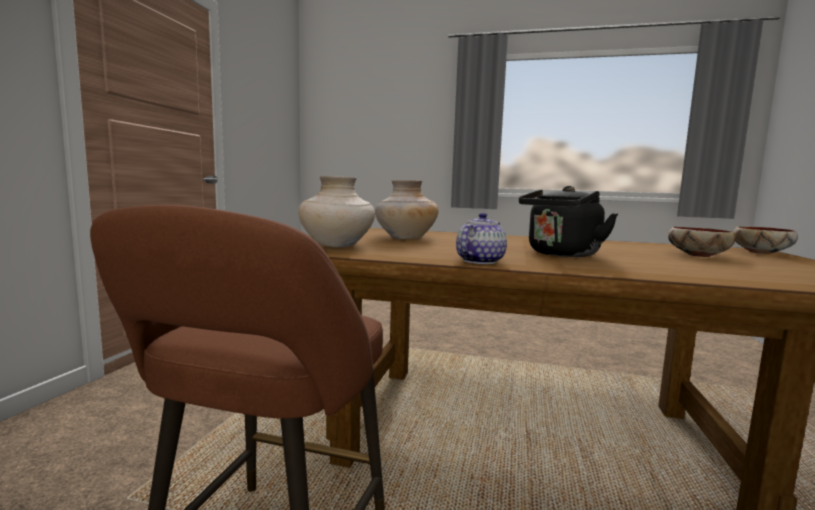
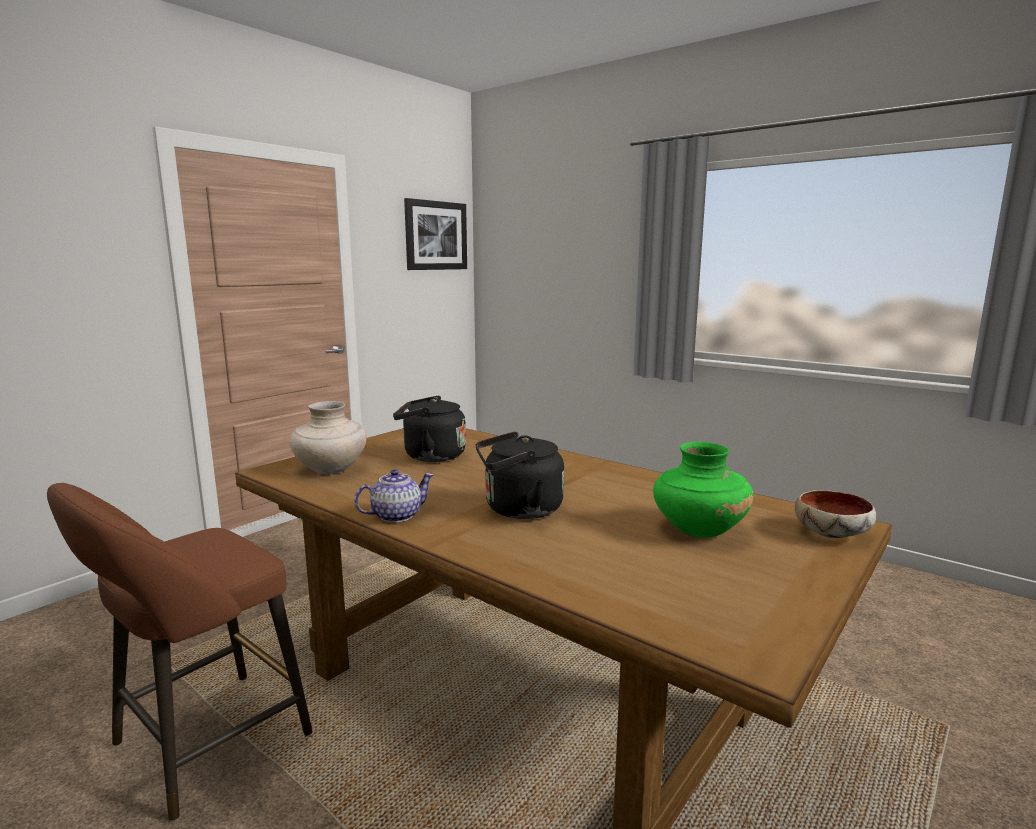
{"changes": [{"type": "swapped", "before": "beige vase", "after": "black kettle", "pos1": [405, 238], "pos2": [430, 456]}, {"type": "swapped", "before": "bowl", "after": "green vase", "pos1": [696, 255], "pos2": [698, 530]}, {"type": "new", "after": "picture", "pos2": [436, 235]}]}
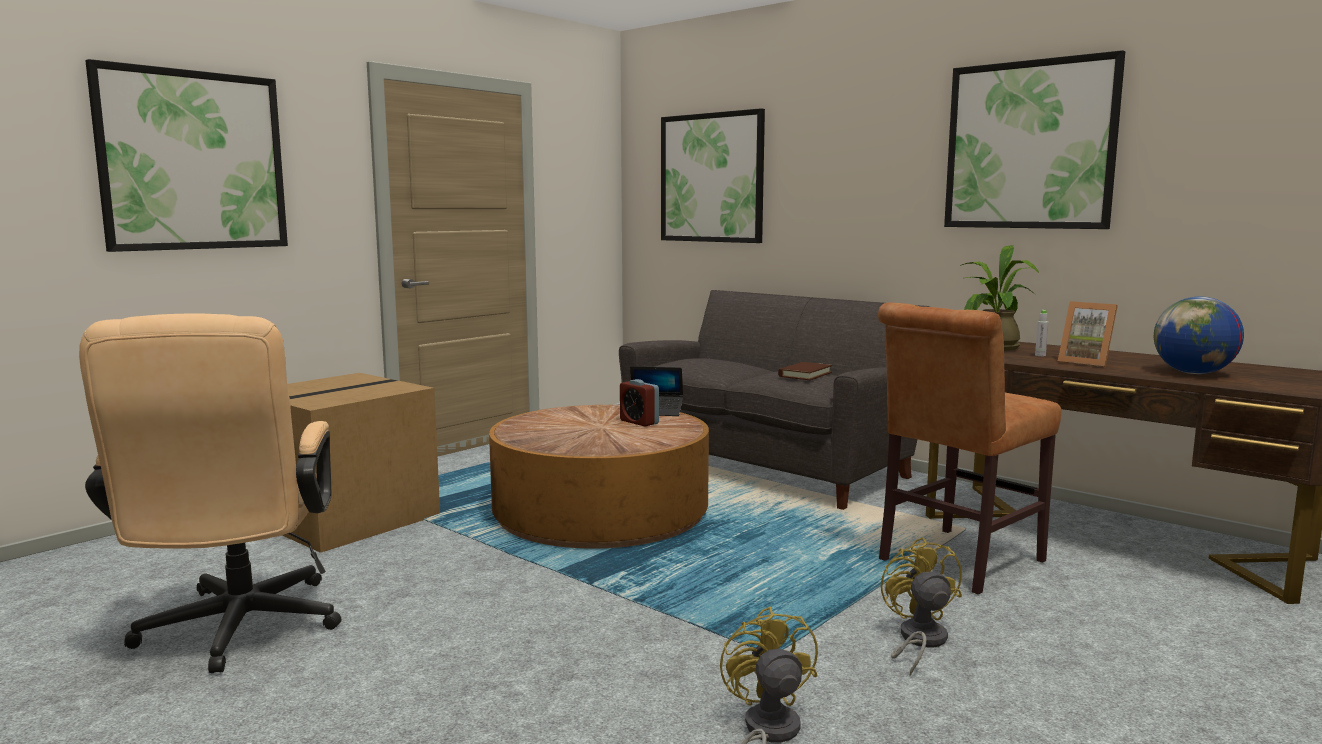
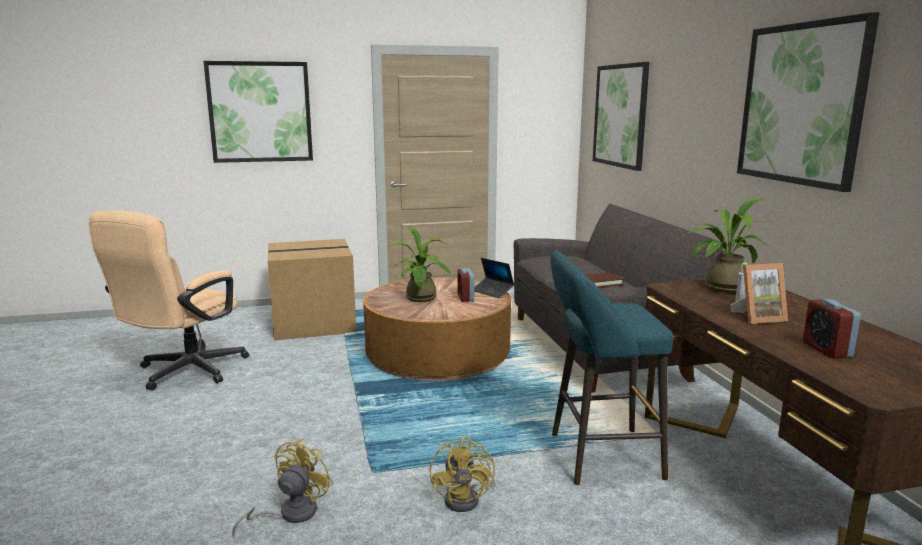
{"changes": [{"type": "swapped", "before": "globe", "after": "alarm clock", "pos1": [1193, 373], "pos2": [827, 350]}, {"type": "rotated", "before": "picture frame", "pos1": [1086, 362], "pos2": [758, 318], "turn": -90}, {"type": "swapped", "before": "brown chair", "after": "turquoise stool", "pos1": [955, 563], "pos2": [598, 456]}, {"type": "rotated", "before": "yellow fan", "pos1": [918, 641], "pos2": [467, 499], "turn": 150}, {"type": "new", "after": "potted plant", "pos2": [421, 299]}]}
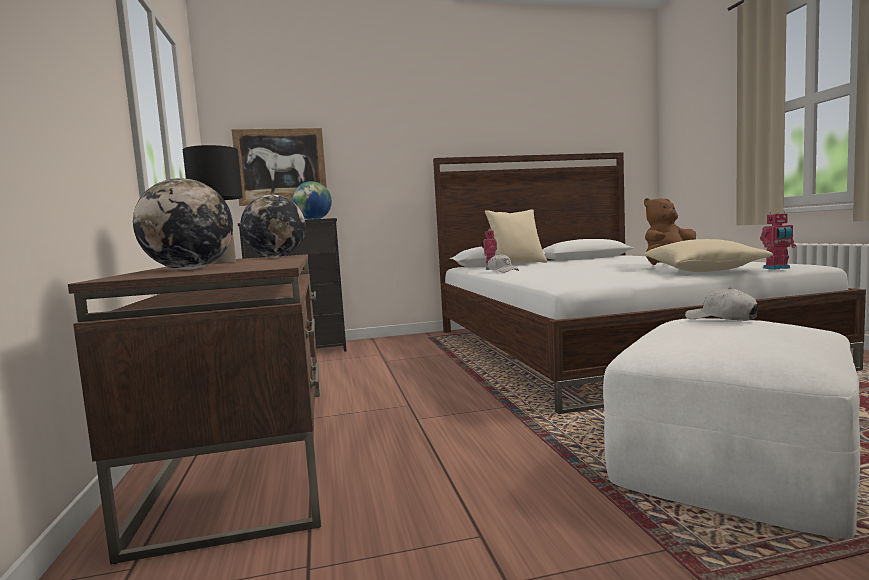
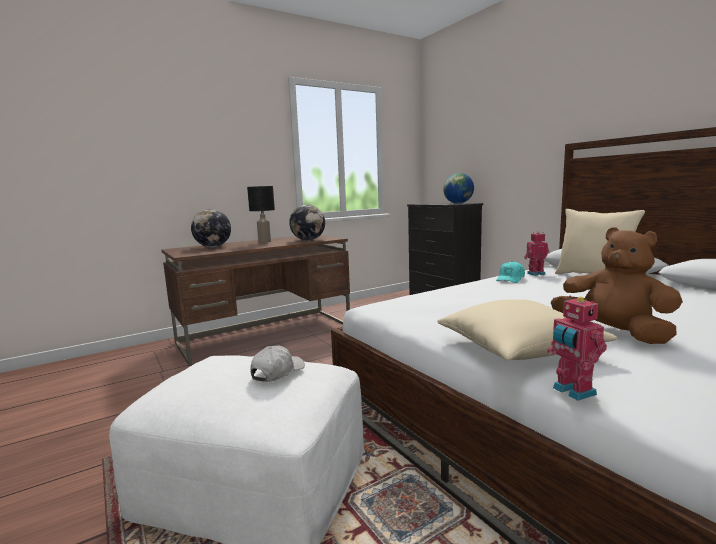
{"changes": [{"type": "gone", "before": "picture", "pos1": [281, 166]}, {"type": "repainted", "before": "white cap", "after": "turquoise cap", "pos1": [502, 271], "pos2": [510, 279]}]}
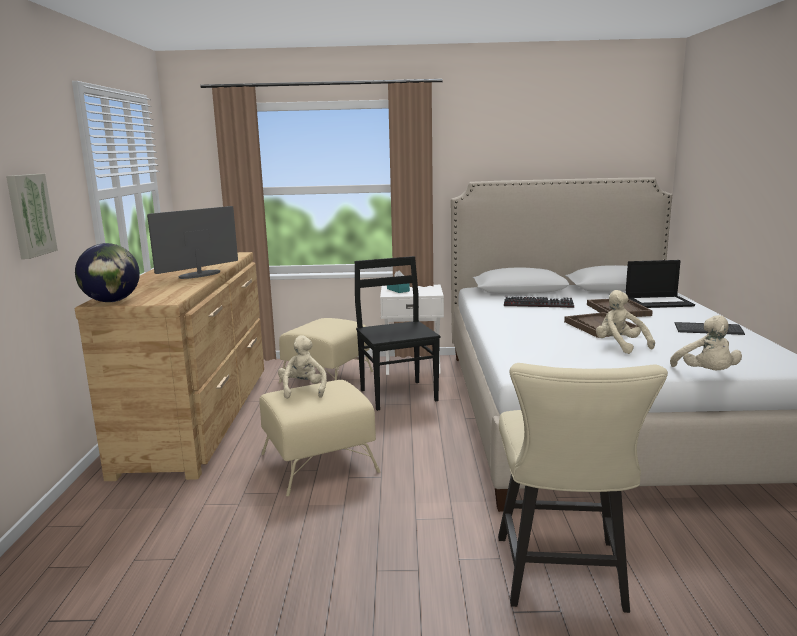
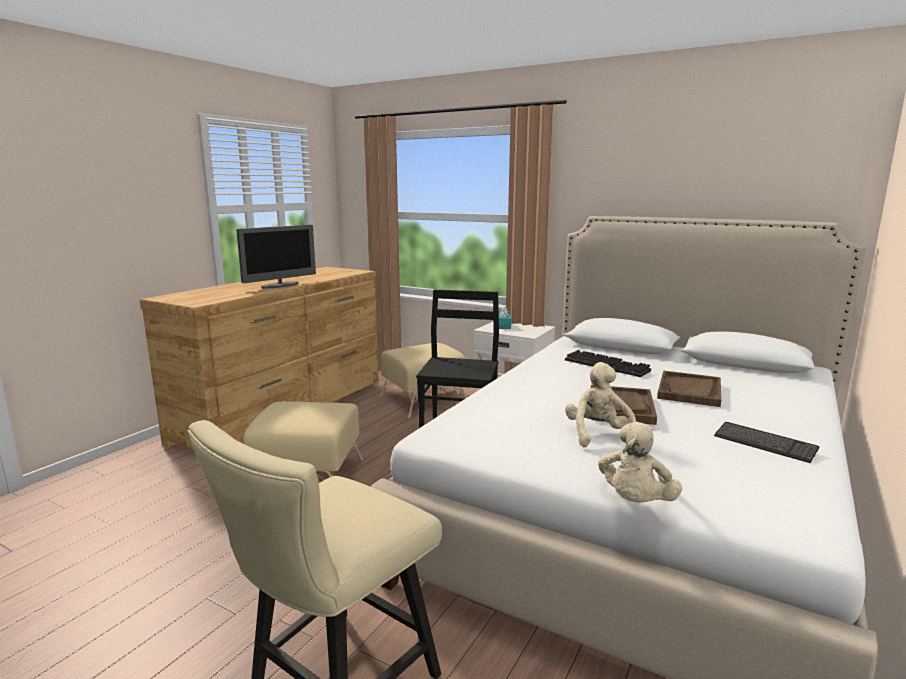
{"changes": [{"type": "gone", "before": "picture", "pos1": [29, 215]}, {"type": "rotated", "before": "monitor", "pos1": [199, 275], "pos2": [280, 285], "turn": 150}, {"type": "gone", "before": "globe", "pos1": [112, 301]}, {"type": "gone", "before": "laptop", "pos1": [659, 302]}, {"type": "gone", "before": "beige plush toy", "pos1": [303, 390]}]}
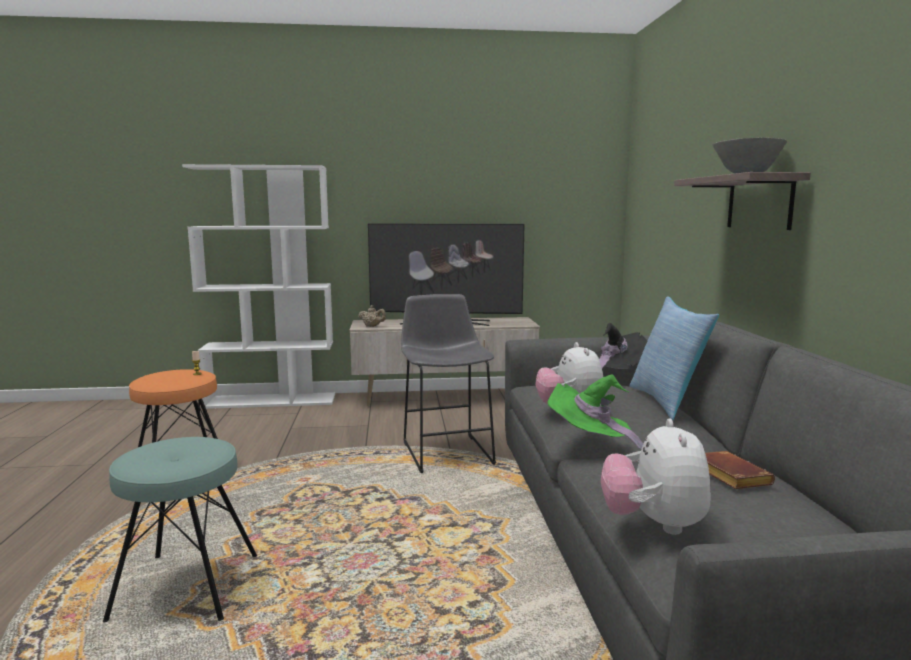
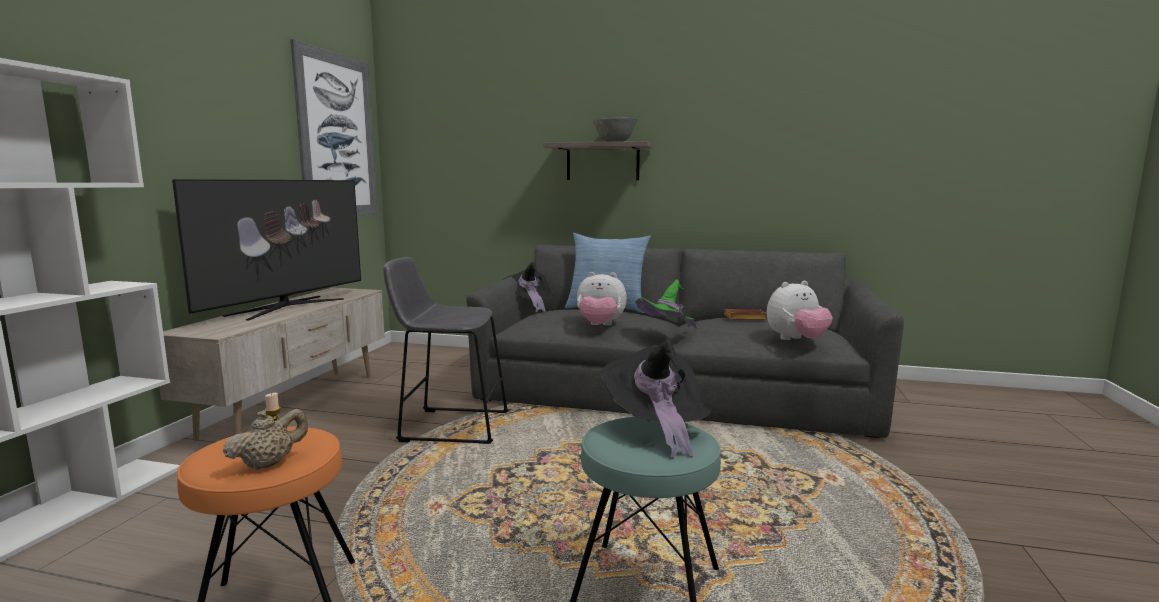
{"changes": [{"type": "shifted", "before": "beige teapot", "pos1": [372, 326], "pos2": [269, 463]}, {"type": "rotated", "before": "plush toy", "pos1": [653, 524], "pos2": [796, 340], "turn": -45}, {"type": "new", "after": "picture", "pos2": [337, 136]}, {"type": "new", "after": "black hat", "pos2": [656, 427]}]}
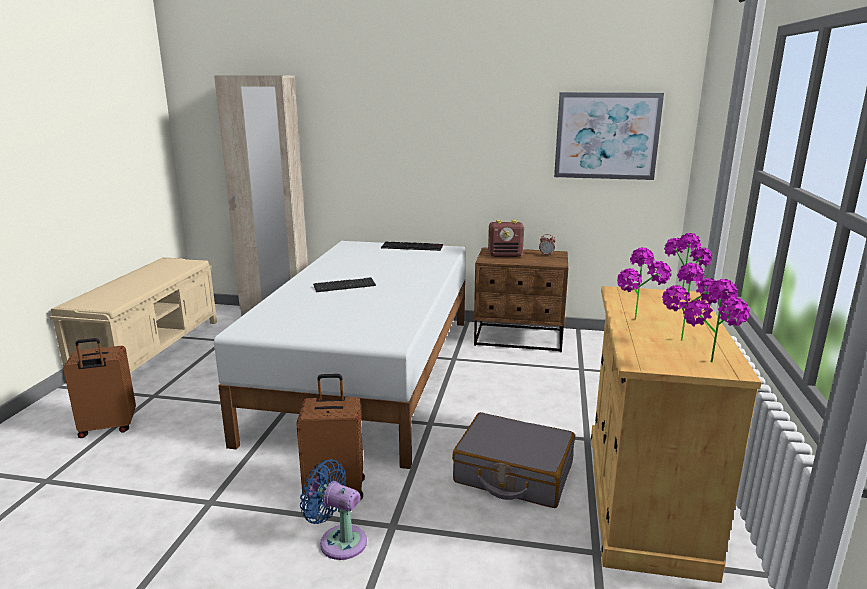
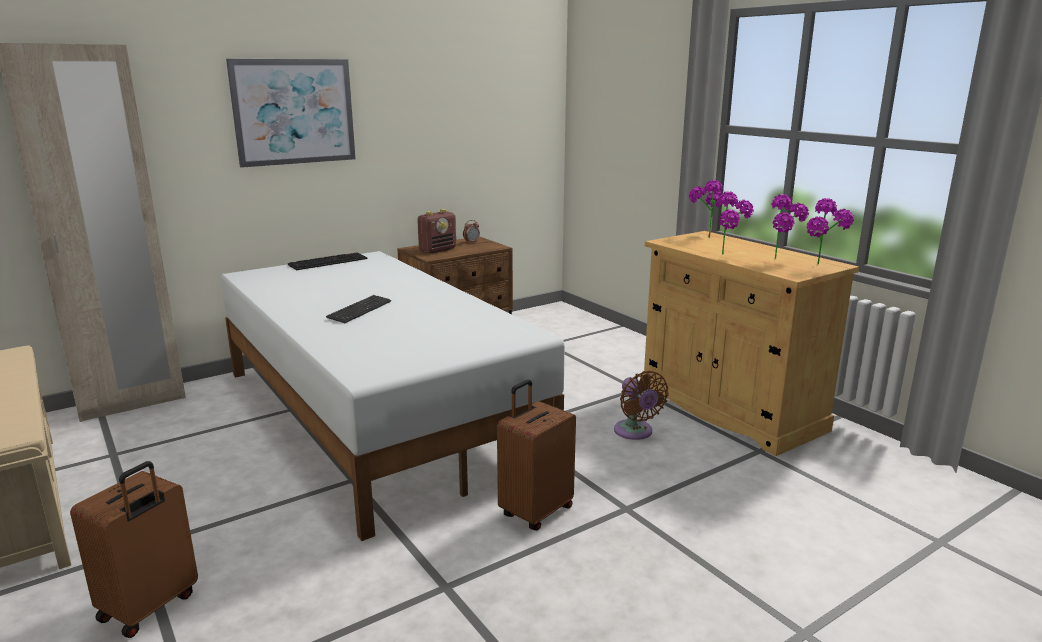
{"changes": [{"type": "shifted", "before": "picture", "pos1": [606, 136], "pos2": [294, 112]}, {"type": "swapped", "before": "grey suitcase", "after": "brown fan", "pos1": [513, 473], "pos2": [635, 432]}, {"type": "gone", "before": "blue fan", "pos1": [338, 541]}]}
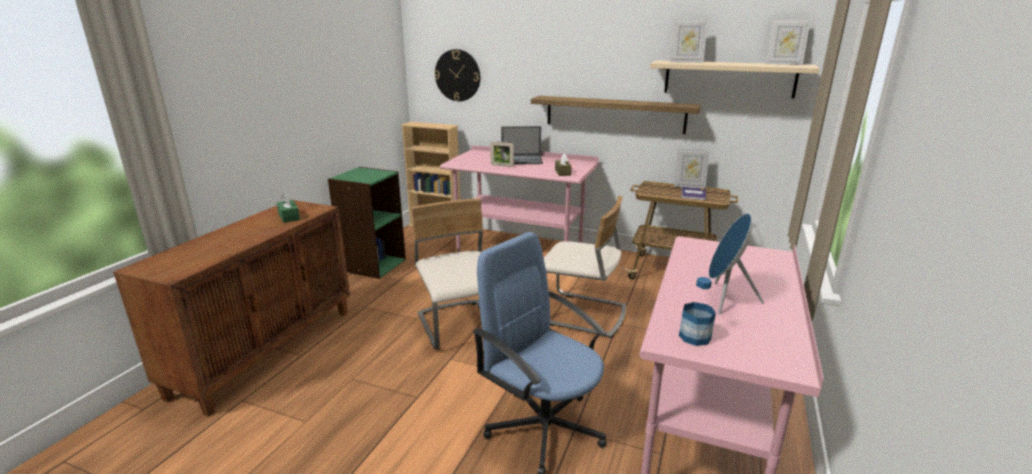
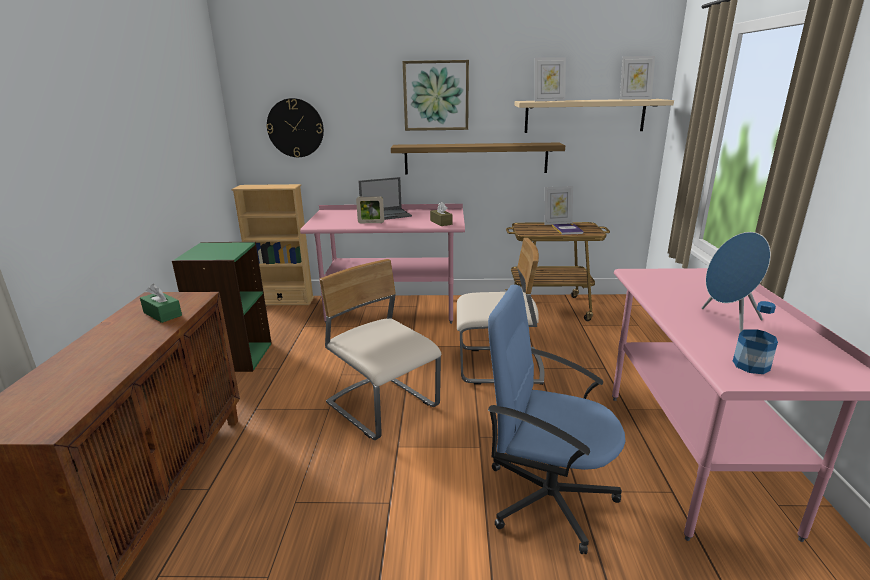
{"changes": [{"type": "new", "after": "picture", "pos2": [436, 96]}]}
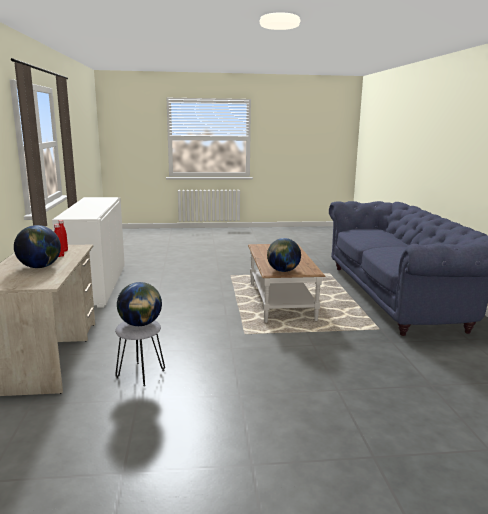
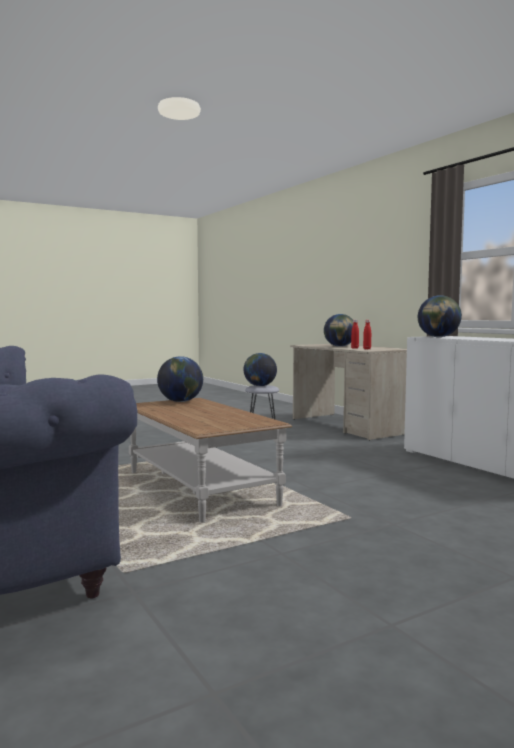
{"changes": [{"type": "new", "after": "globe", "pos2": [438, 337]}]}
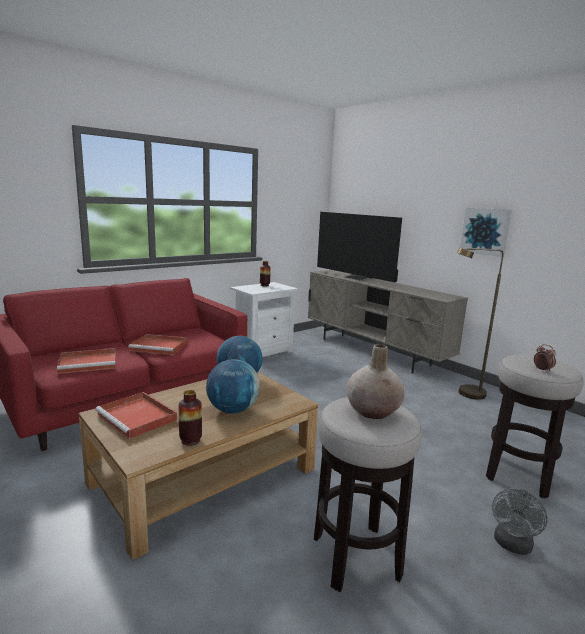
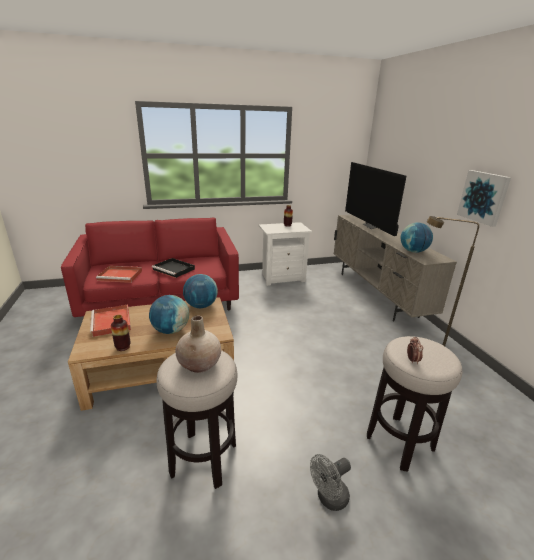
{"changes": [{"type": "repainted", "before": "red tray", "after": "black tray", "pos1": [160, 347], "pos2": [174, 269]}, {"type": "new", "after": "globe", "pos2": [413, 251]}]}
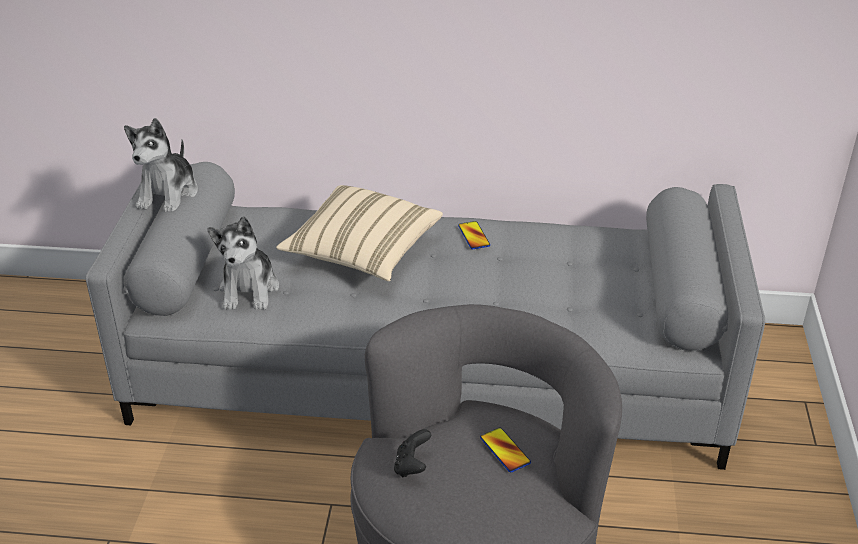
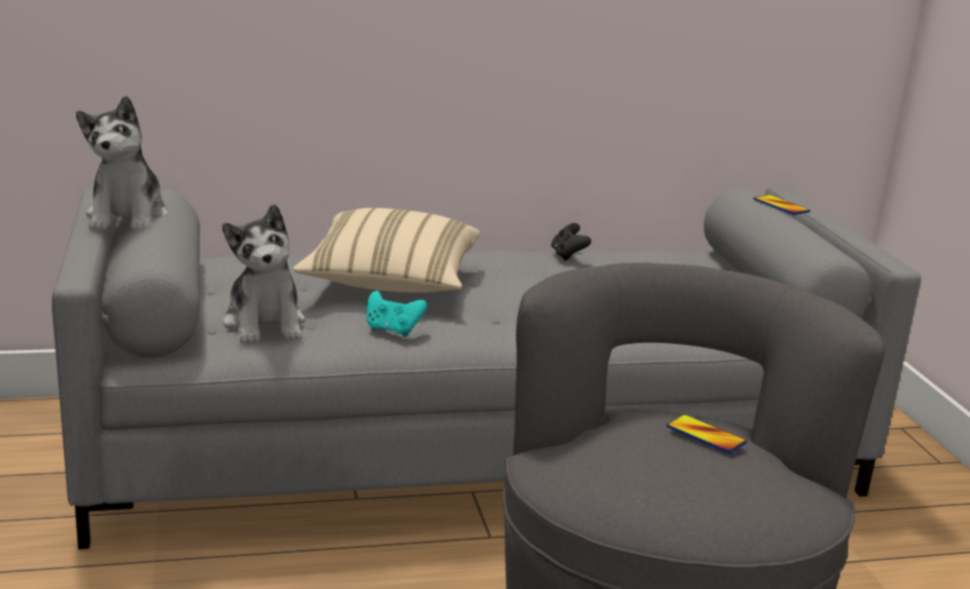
{"changes": [{"type": "shifted", "before": "phone", "pos1": [474, 236], "pos2": [781, 206]}, {"type": "shifted", "before": "black game controller", "pos1": [412, 466], "pos2": [568, 256]}, {"type": "new", "after": "turquoise game controller", "pos2": [392, 330]}]}
